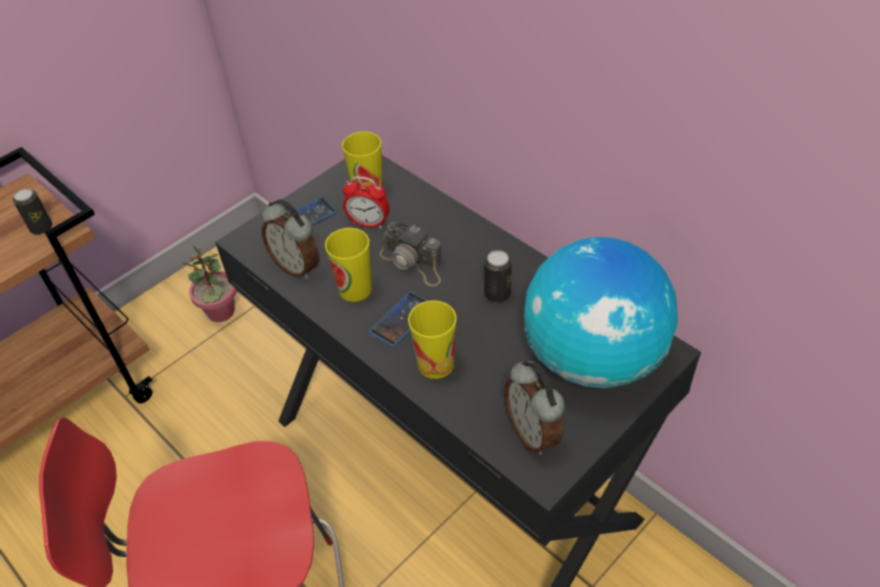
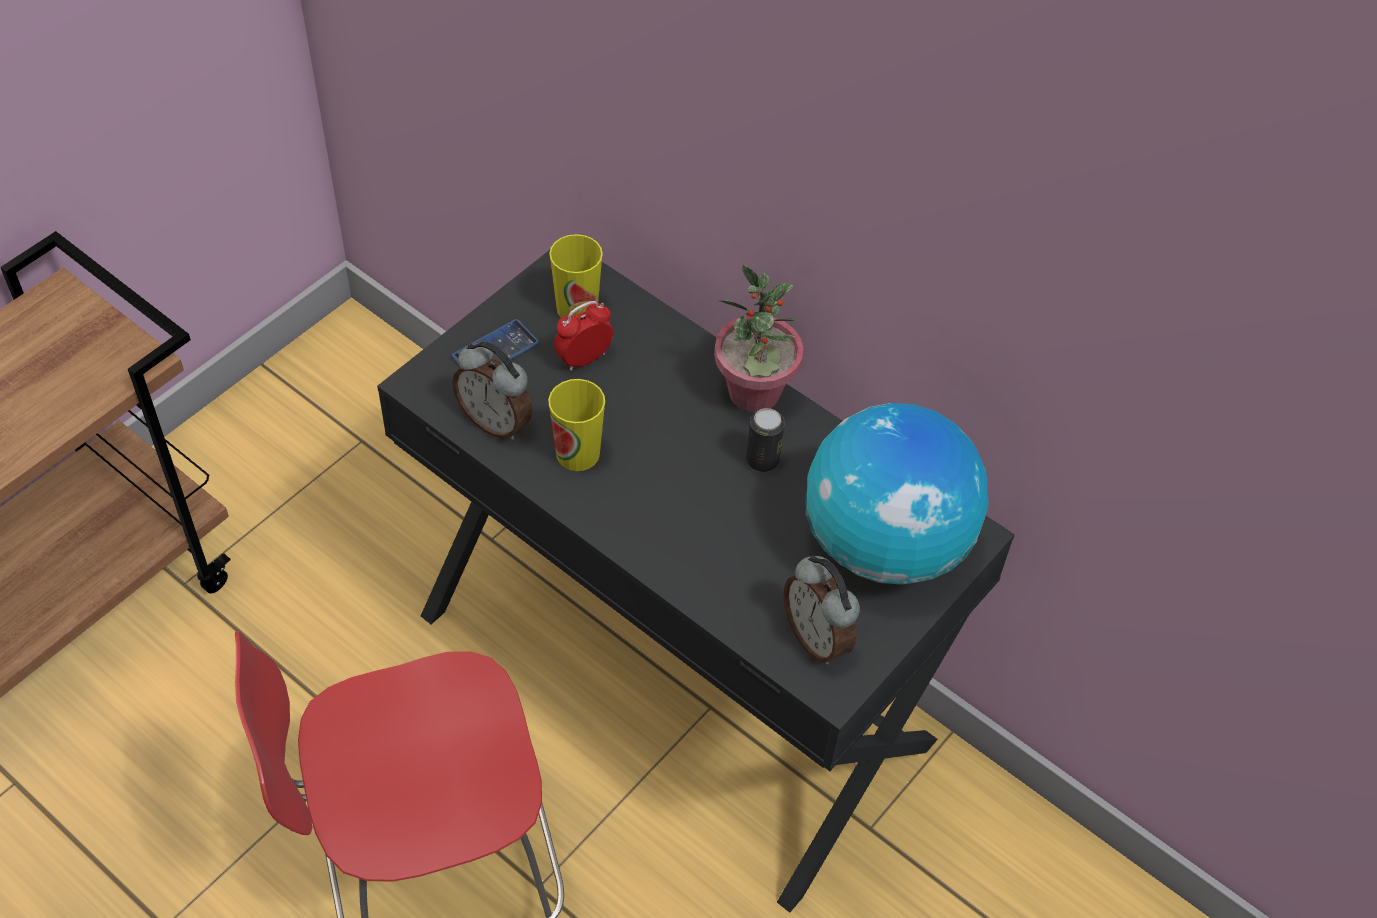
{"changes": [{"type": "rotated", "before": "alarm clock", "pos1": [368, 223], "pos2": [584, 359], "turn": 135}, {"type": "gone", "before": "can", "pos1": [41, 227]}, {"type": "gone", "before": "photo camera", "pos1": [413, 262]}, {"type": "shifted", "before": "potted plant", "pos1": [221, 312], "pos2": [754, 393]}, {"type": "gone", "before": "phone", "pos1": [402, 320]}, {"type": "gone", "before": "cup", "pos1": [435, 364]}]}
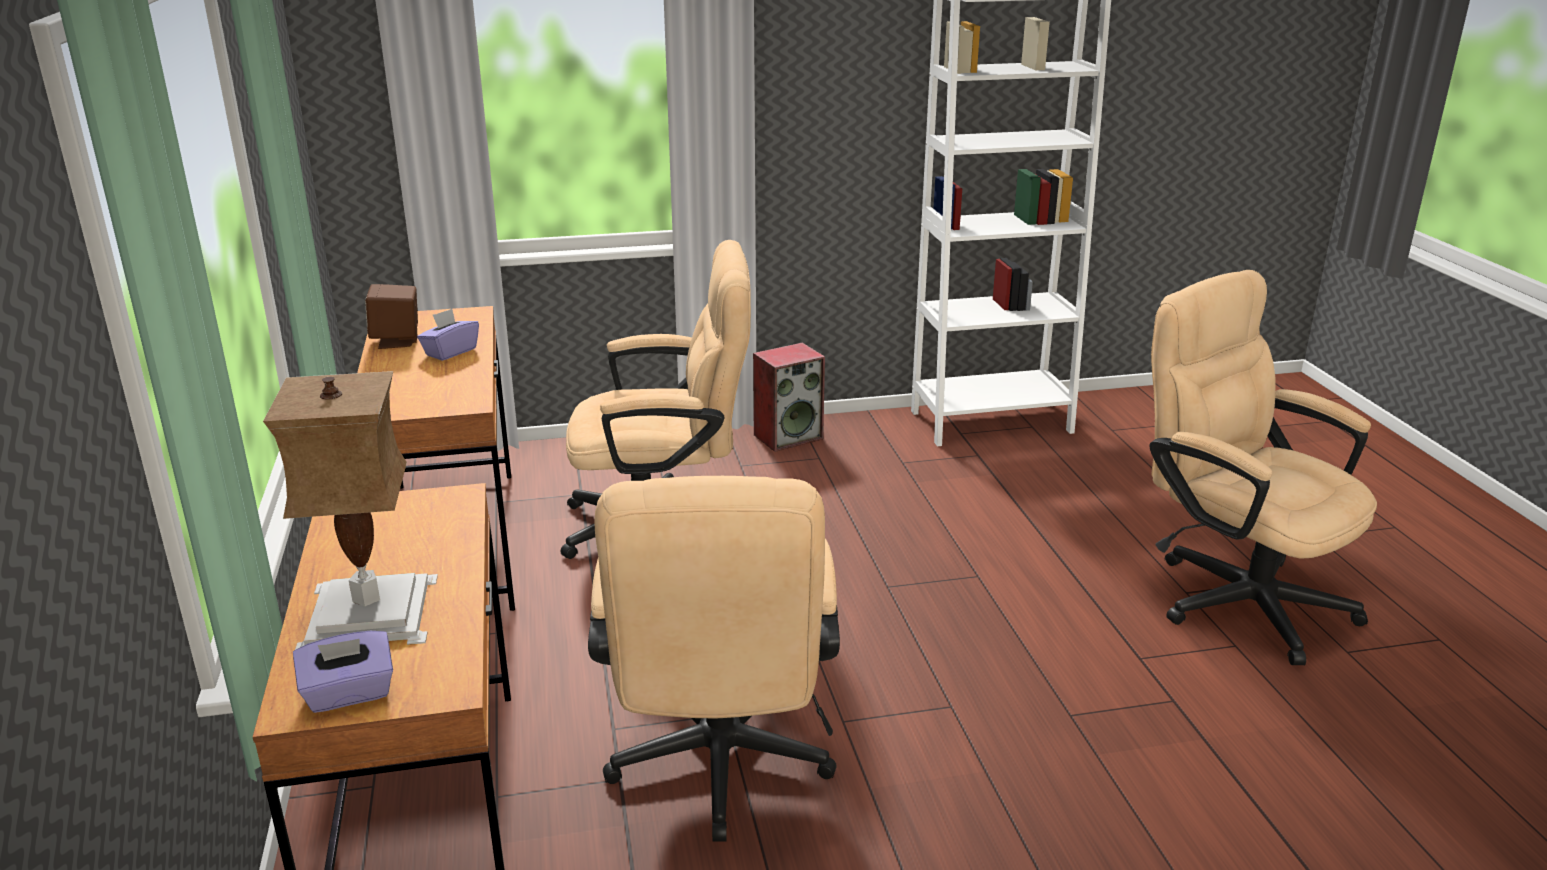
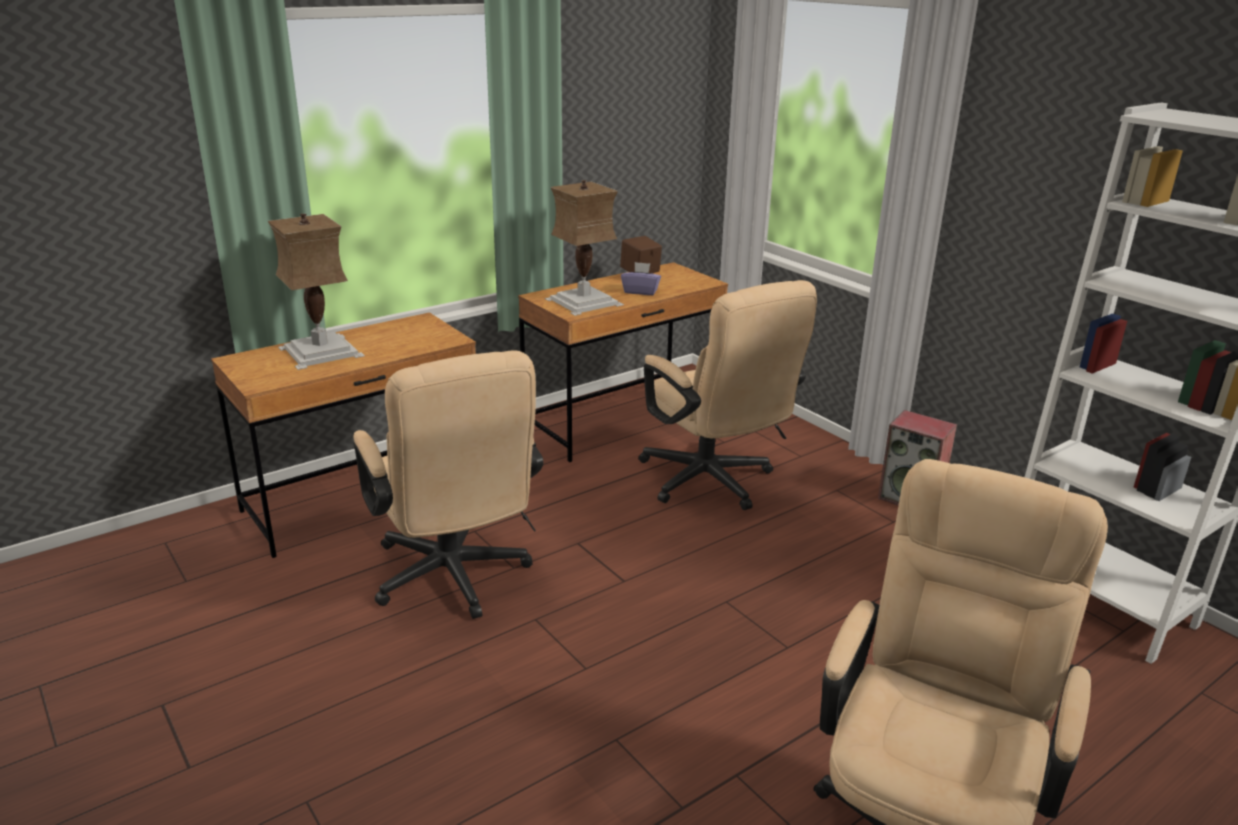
{"changes": [{"type": "rotated", "before": "beige office chair", "pos1": [719, 771], "pos2": [454, 580], "turn": -90}, {"type": "gone", "before": "purple tissue box", "pos1": [349, 694]}, {"type": "new", "after": "table lamp", "pos2": [582, 301]}]}
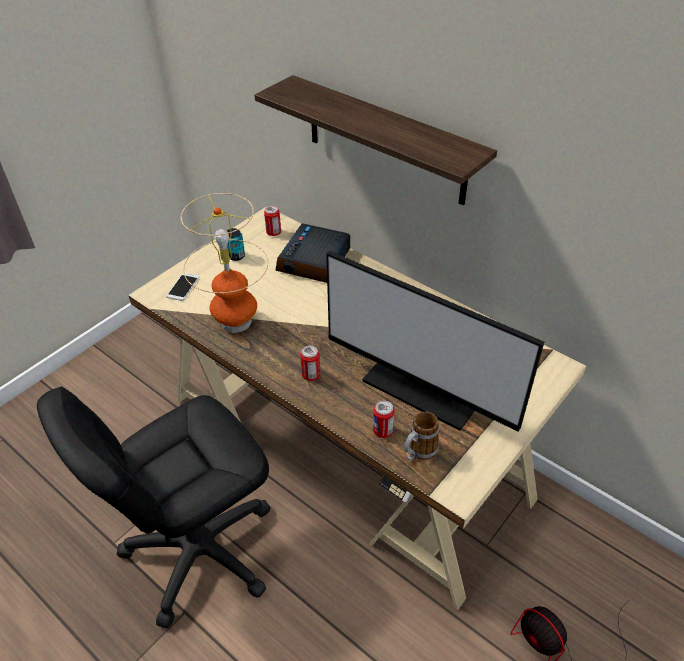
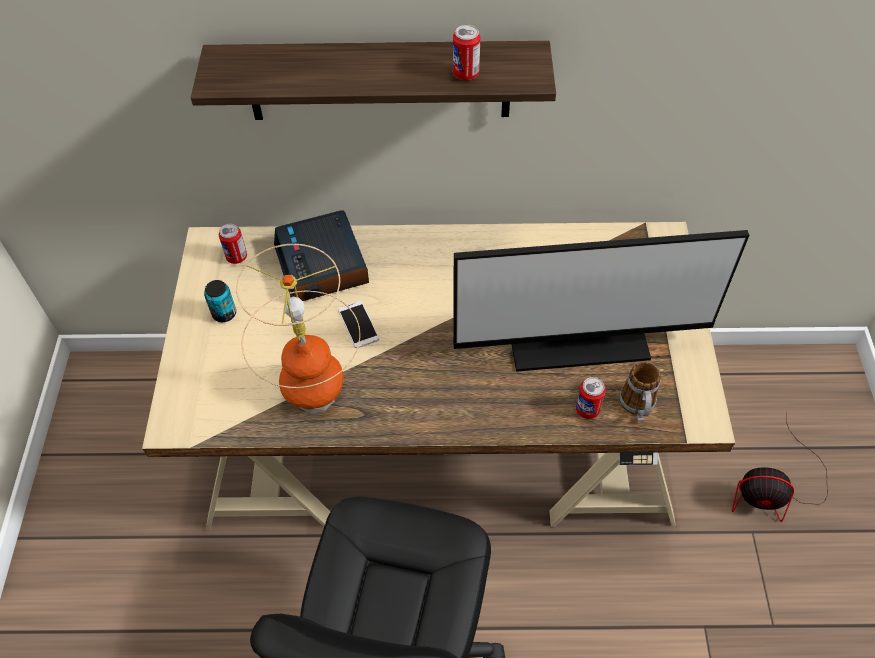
{"changes": [{"type": "shifted", "before": "phone", "pos1": [183, 287], "pos2": [358, 324]}, {"type": "shifted", "before": "can", "pos1": [311, 375], "pos2": [466, 74]}]}
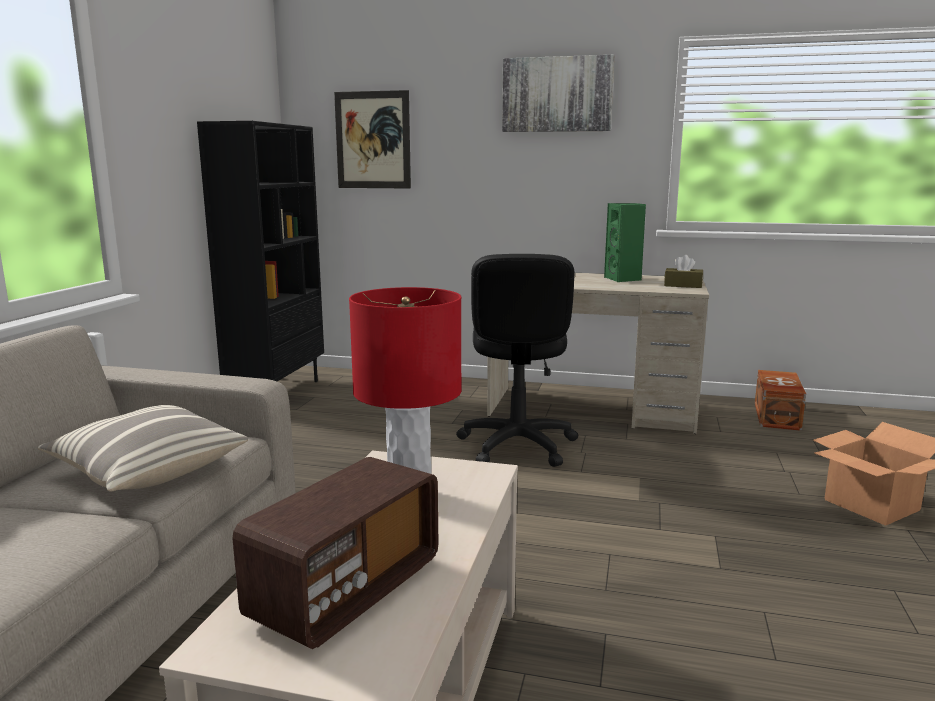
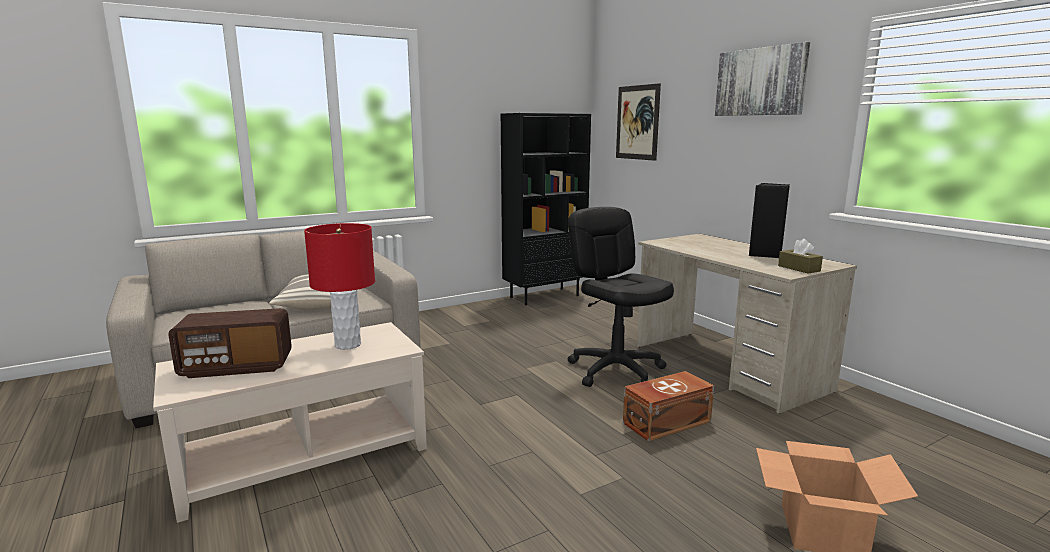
{"changes": [{"type": "repainted", "before": "green speaker", "after": "black speaker", "pos1": [623, 279], "pos2": [765, 254]}, {"type": "rotated", "before": "black office chair", "pos1": [517, 445], "pos2": [616, 370], "turn": 105}, {"type": "shifted", "before": "brown storage box", "pos1": [775, 416], "pos2": [665, 422]}]}
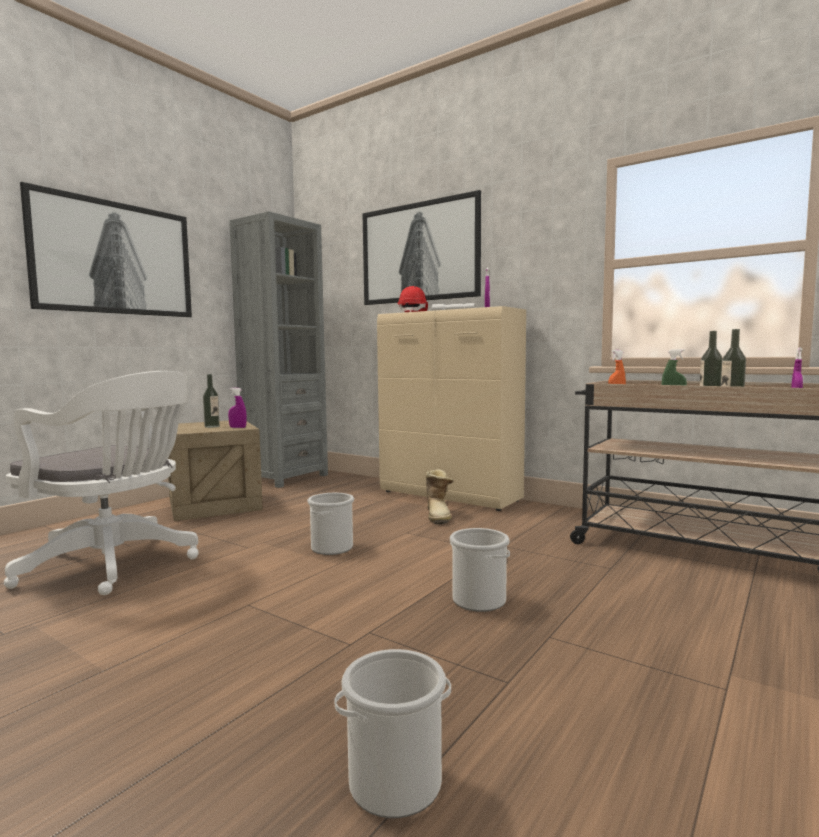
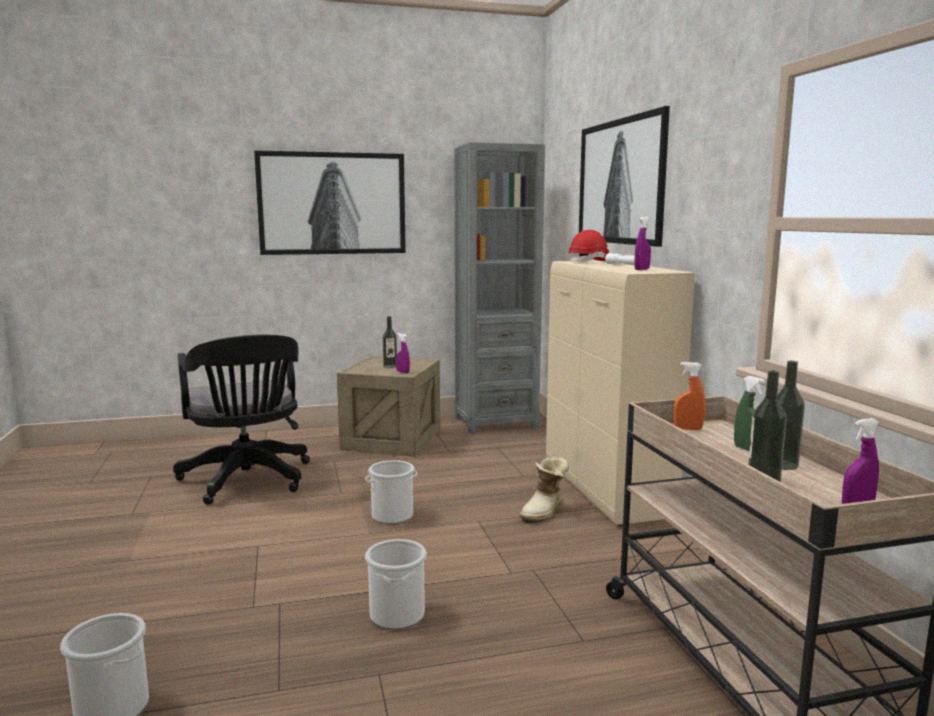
{"changes": [{"type": "repainted", "before": "white office chair", "after": "black office chair", "pos1": [116, 565], "pos2": [248, 481]}]}
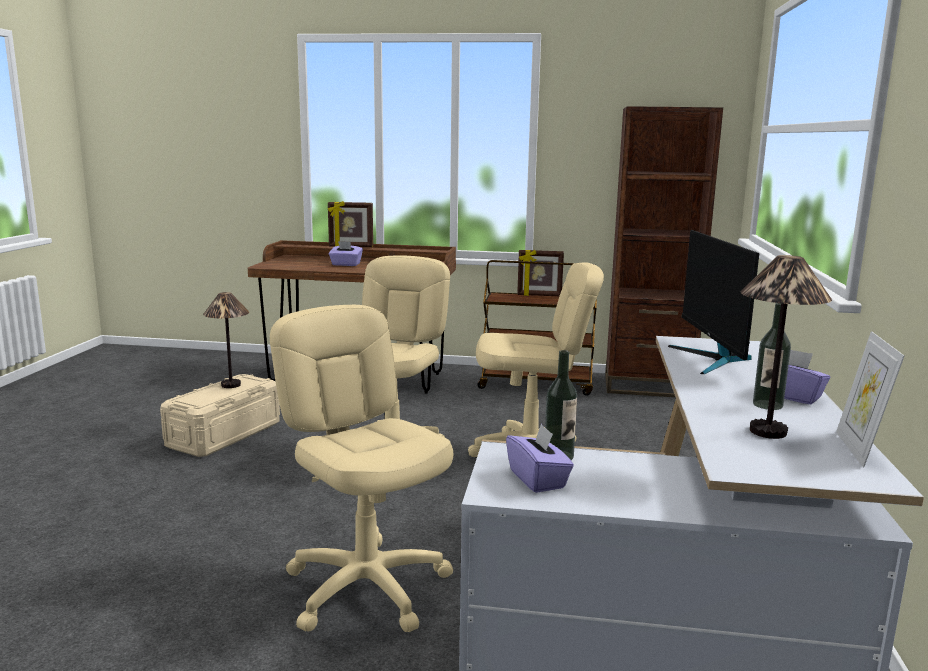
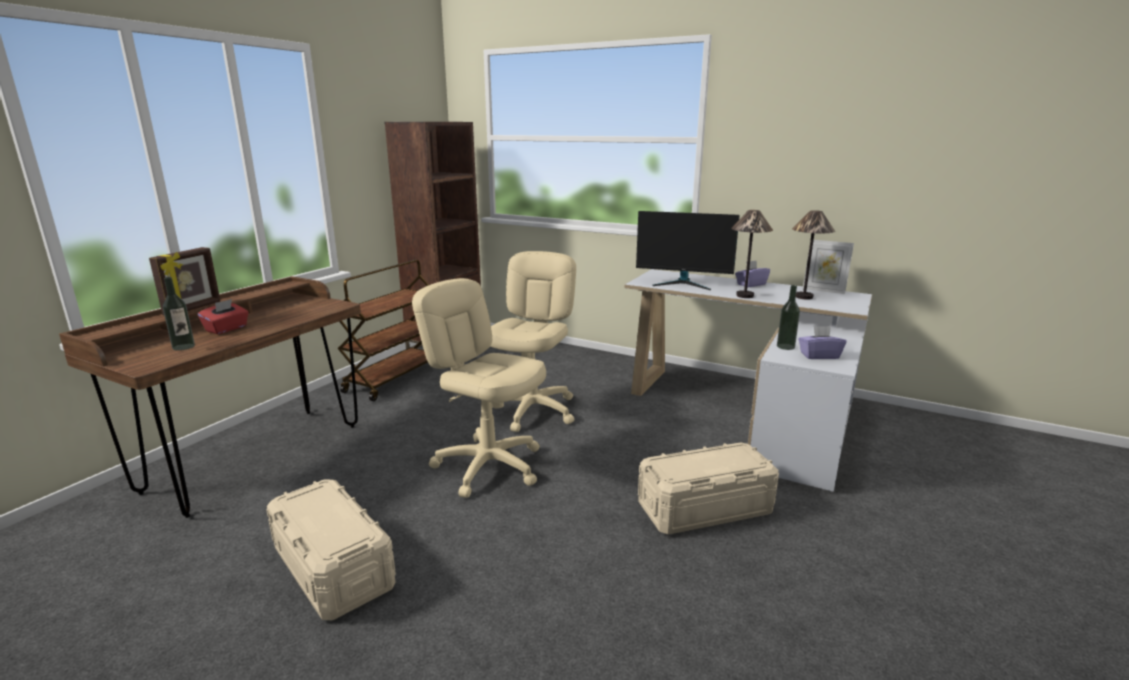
{"changes": [{"type": "repainted", "before": "purple tissue box", "after": "red tissue box", "pos1": [345, 264], "pos2": [227, 329]}, {"type": "gone", "before": "picture frame", "pos1": [539, 295]}, {"type": "shifted", "before": "table lamp", "pos1": [231, 385], "pos2": [744, 295]}, {"type": "shifted", "before": "bottle", "pos1": [767, 405], "pos2": [183, 347]}, {"type": "swapped", "before": "beige office chair", "after": "beige storage box", "pos1": [367, 587], "pos2": [704, 508]}]}
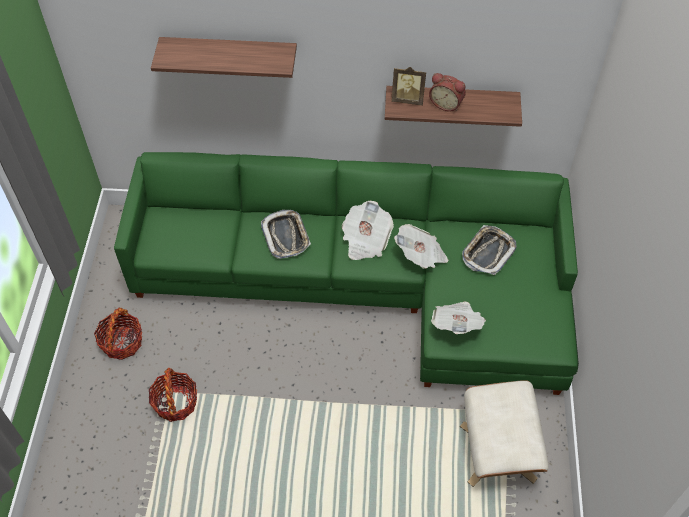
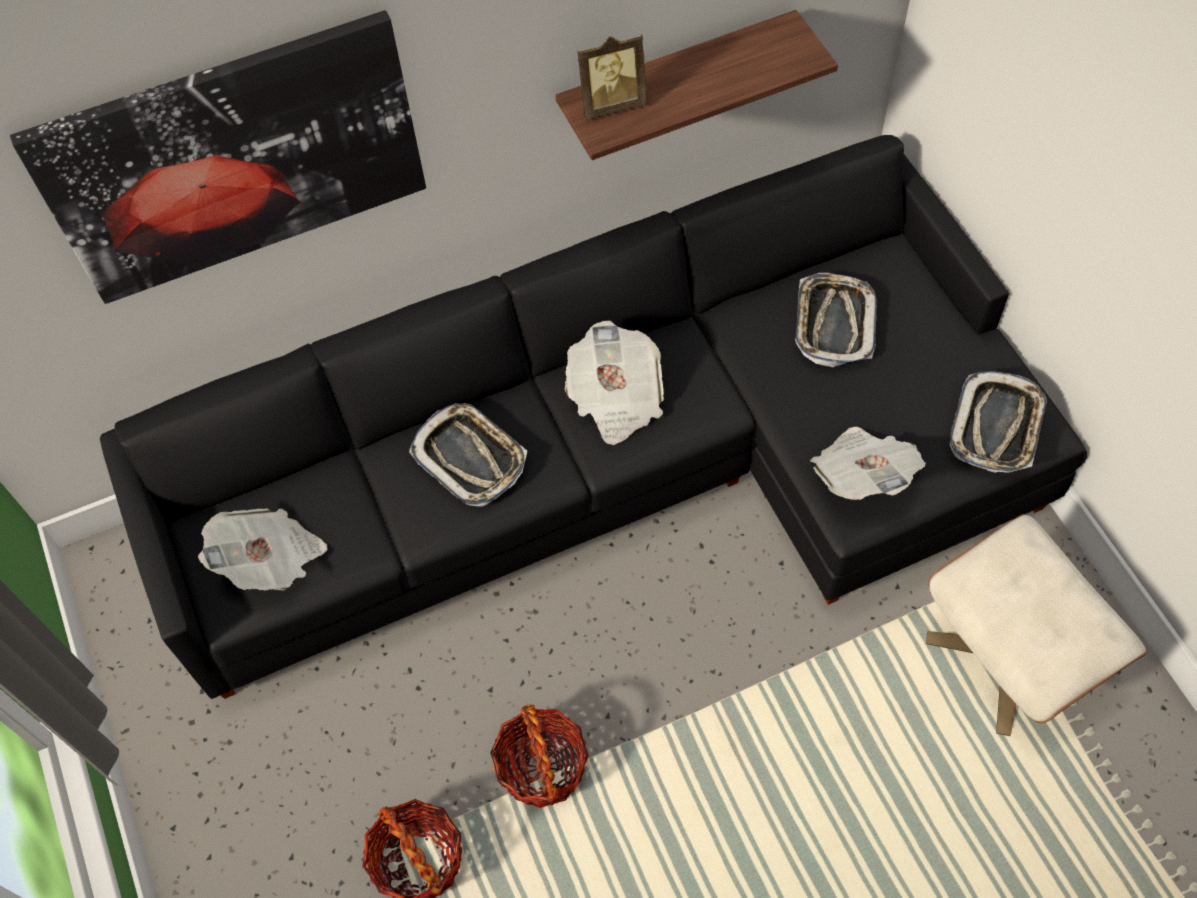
{"changes": [{"type": "swapped", "before": "shelf", "after": "picture", "pos1": [229, 56], "pos2": [236, 159]}, {"type": "gone", "before": "alarm clock", "pos1": [446, 103]}, {"type": "repainted", "before": "green sofa", "after": "black sofa", "pos1": [370, 282], "pos2": [628, 465]}, {"type": "shifted", "before": "newspaper", "pos1": [421, 255], "pos2": [271, 560]}, {"type": "shifted", "before": "basket", "pos1": [122, 342], "pos2": [542, 767]}, {"type": "new", "after": "tray", "pos2": [997, 427]}]}
